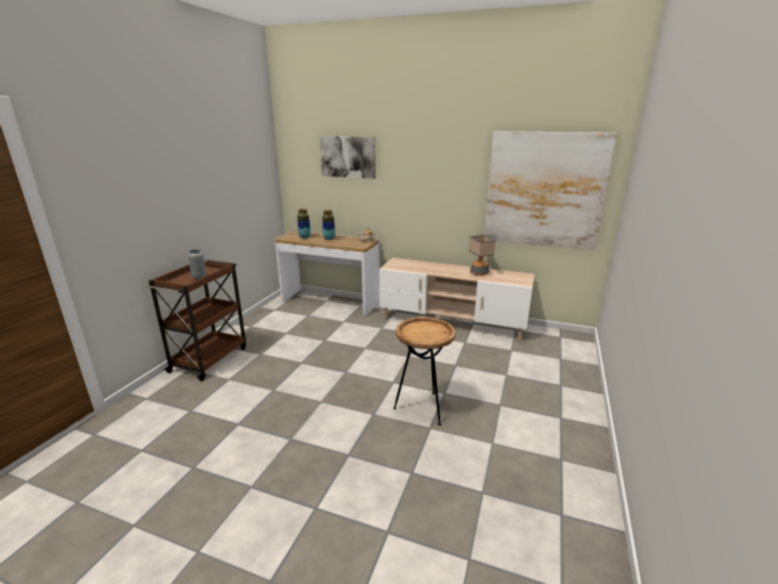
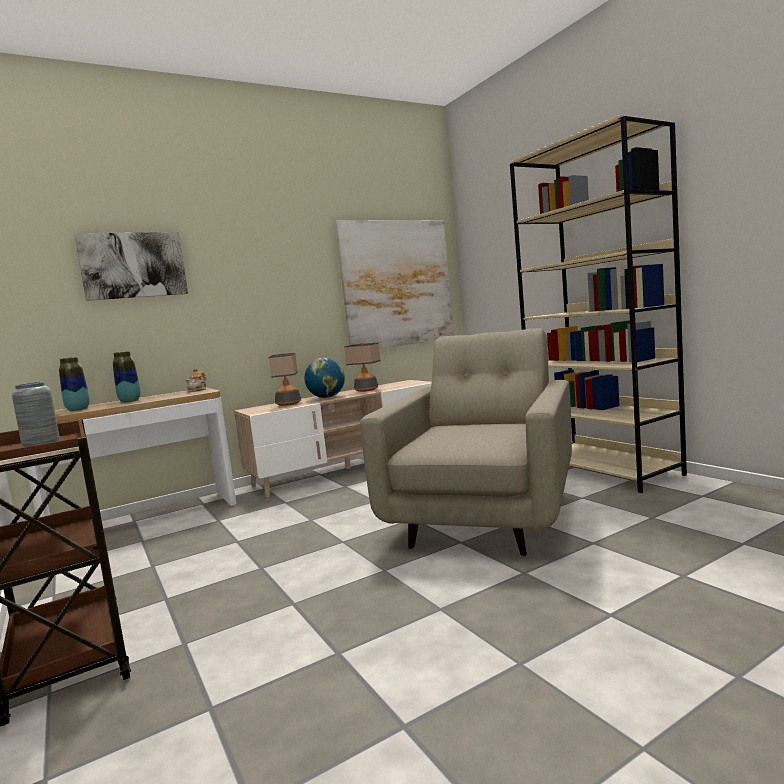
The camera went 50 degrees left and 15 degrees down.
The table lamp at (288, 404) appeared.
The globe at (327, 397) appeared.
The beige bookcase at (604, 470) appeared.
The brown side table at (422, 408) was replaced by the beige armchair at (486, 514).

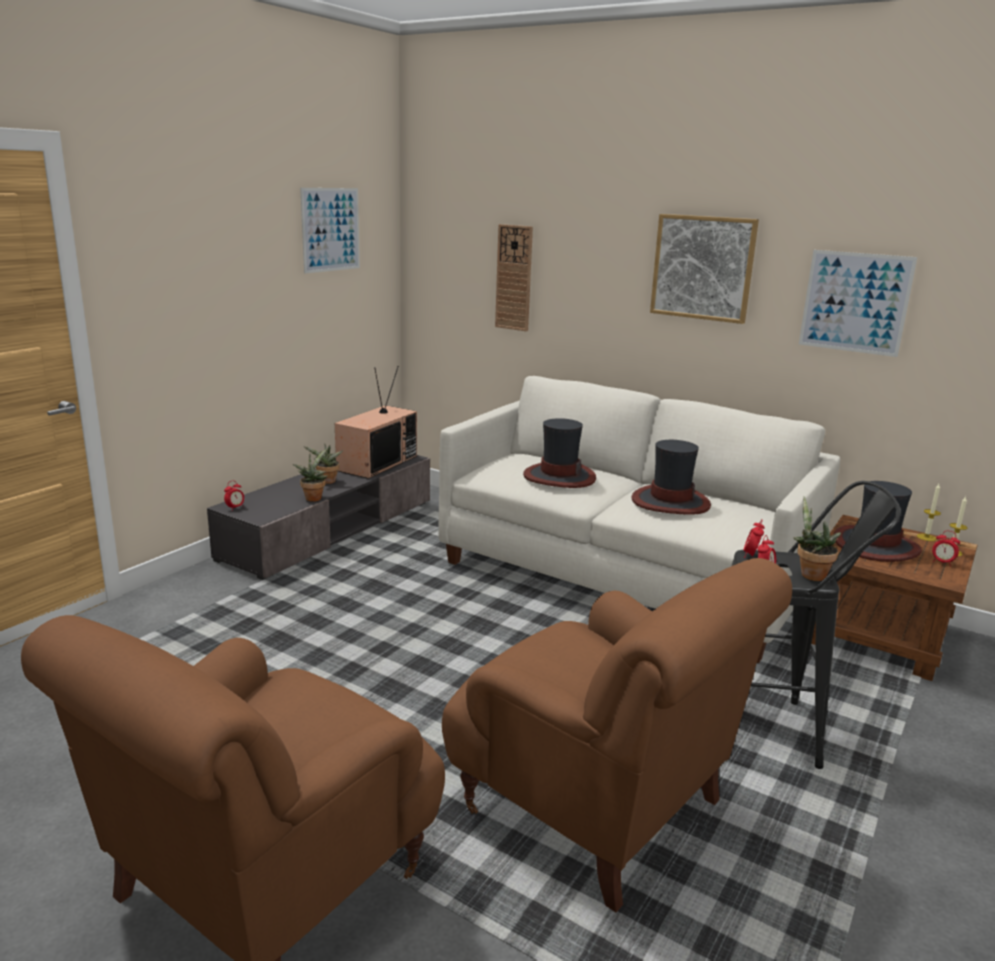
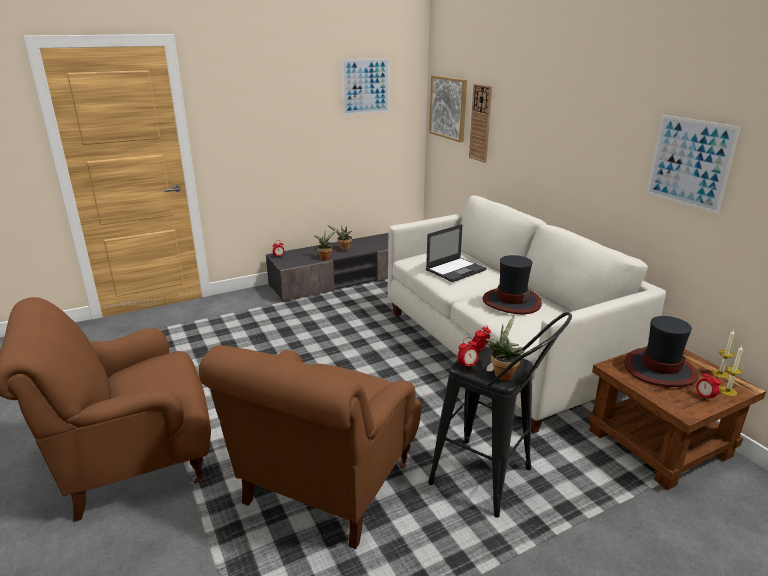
The camera went 30 degrees right and 5 degrees up.
The television at (376, 463) disappeared.
The picture moved from (703, 268) to (448, 108).
The hat at (559, 476) was replaced by the laptop at (456, 269).
The brown armchair at (597, 809) turned 45 degrees clockwise.

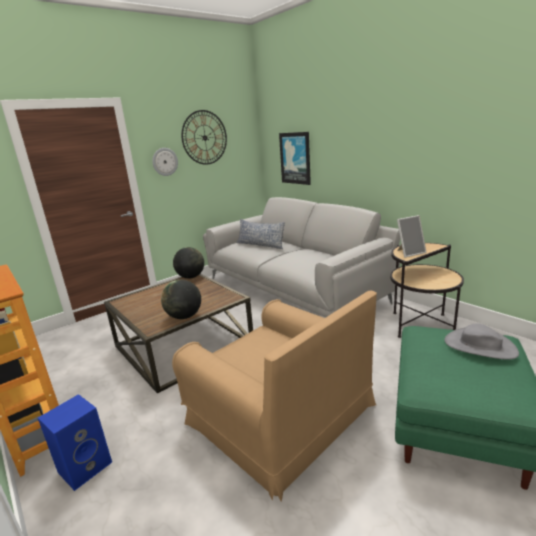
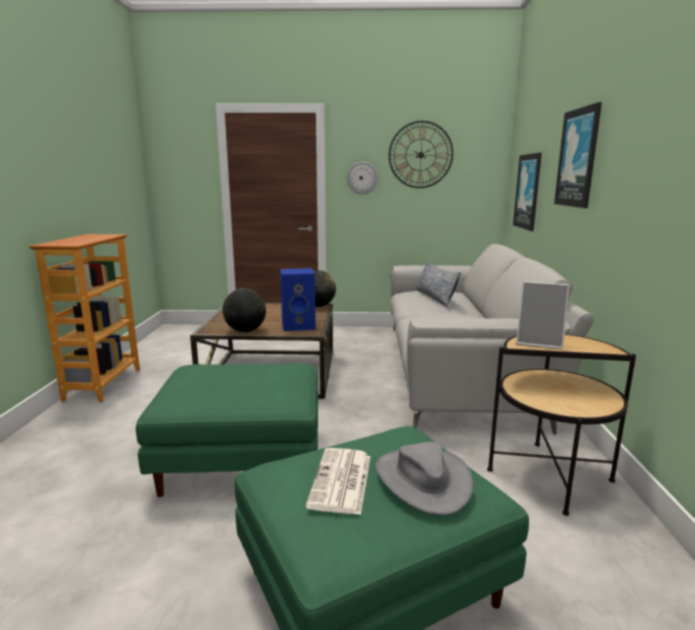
The camera went 40 degrees right and 5 degrees down.
The newspaper at (341, 481) appeared.
The picture at (578, 158) appeared.
The blue speaker moved from (85, 466) to (299, 325).
The brown armchair at (281, 414) was replaced by the green ottoman at (240, 462).

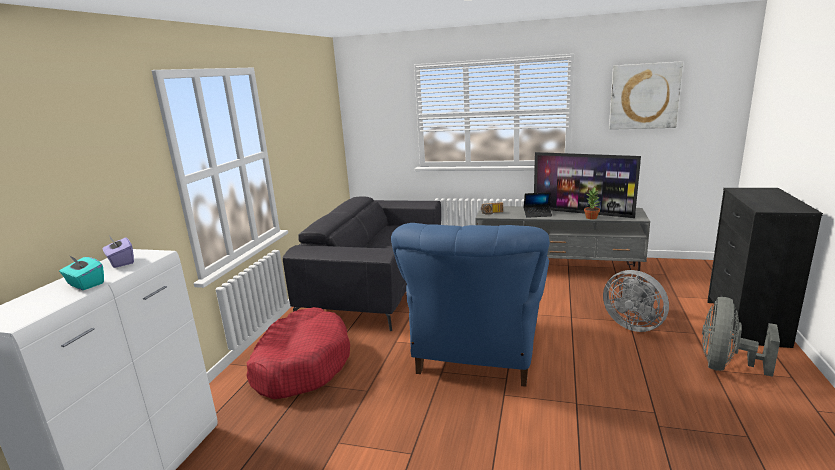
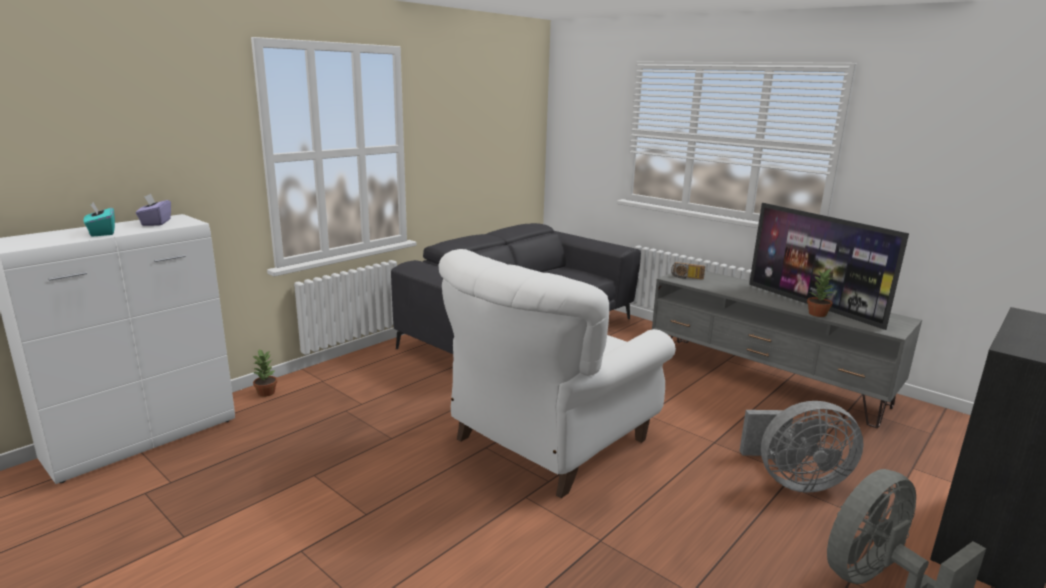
The camera went 25 degrees right and 0 degrees up.
The red dog bed at (301, 364) disappeared.
The laptop at (537, 214) disappeared.
The picture at (644, 96) disappeared.
The potted plant at (266, 392) appeared.
The blue armchair at (477, 352) became the white armchair at (548, 441).
The grey fan at (633, 325) turned 75 degrees counterclockwise.

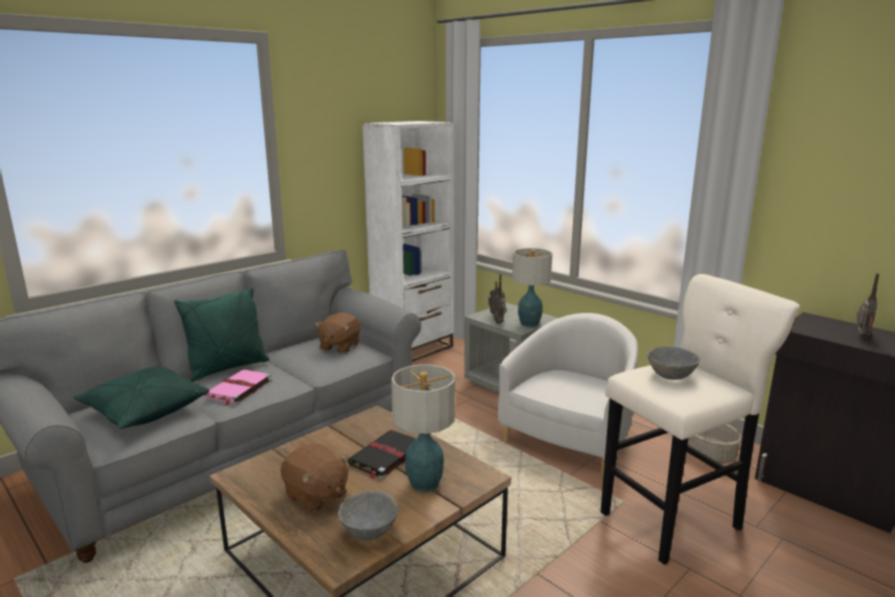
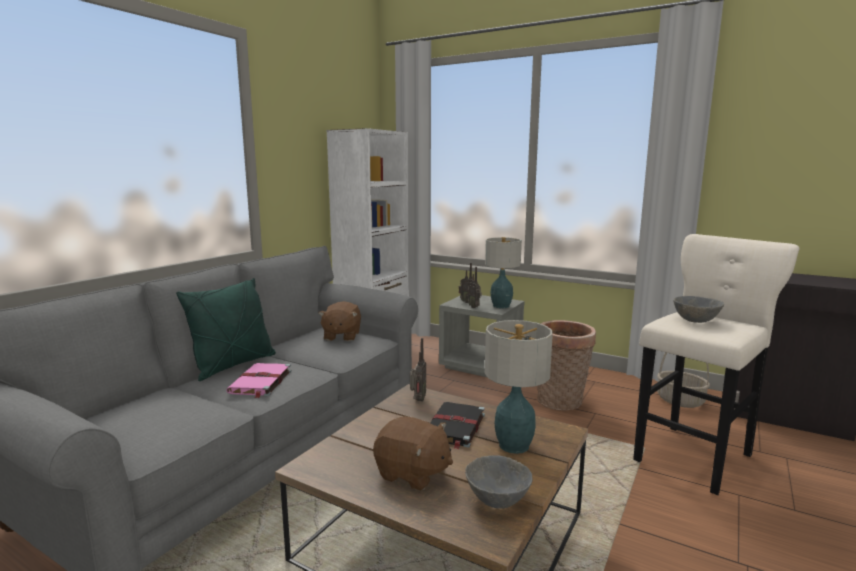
The camera went 15 degrees left and 5 degrees down.
The green pillow at (144, 411) disappeared.
The radio moved from (861, 336) to (417, 400).
The white armchair at (570, 437) was replaced by the basket at (562, 402).

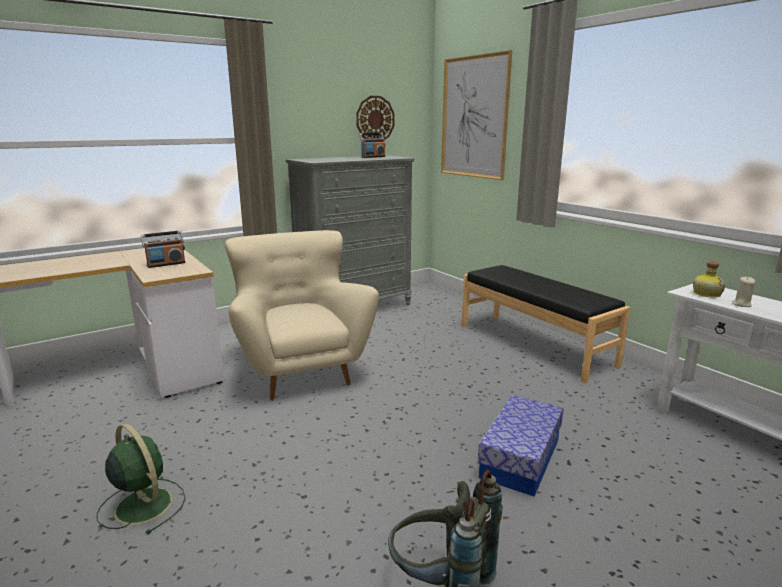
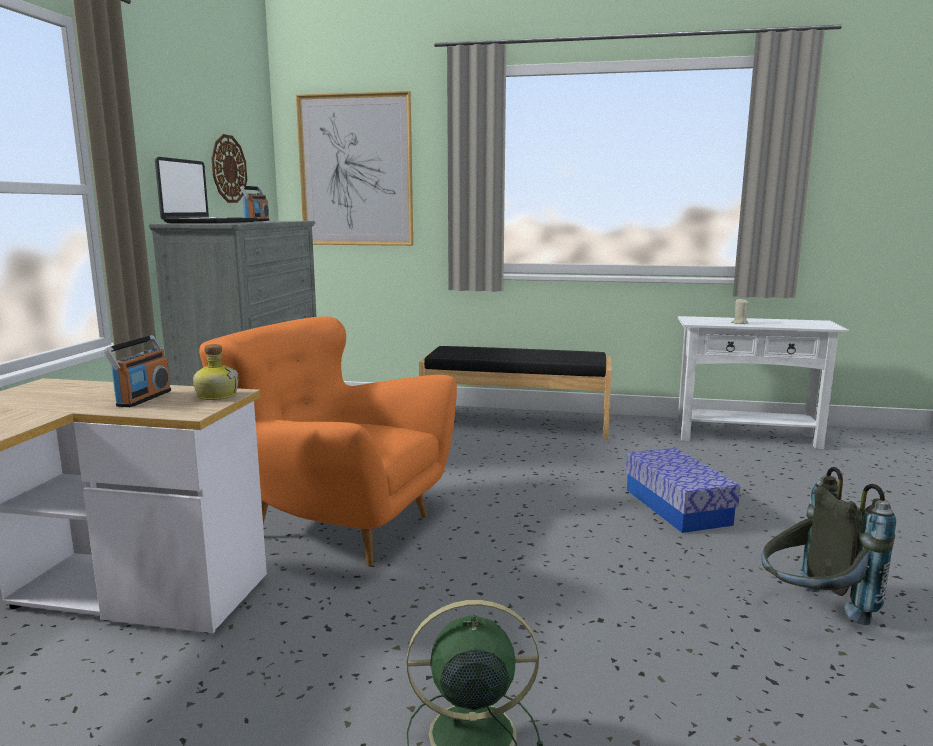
The camera went 45 degrees left and 5 degrees down.
The laptop at (209, 222) appeared.
The bottle moved from (706, 294) to (216, 395).
The beige armchair at (300, 370) became the orange armchair at (338, 526).

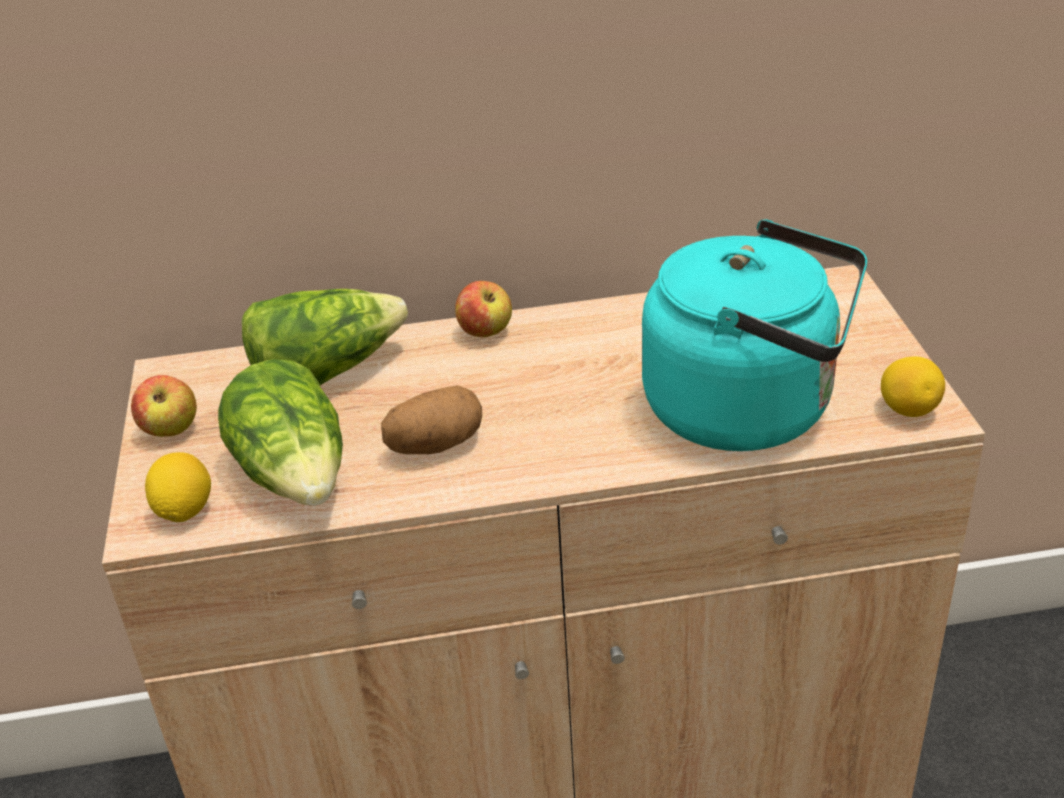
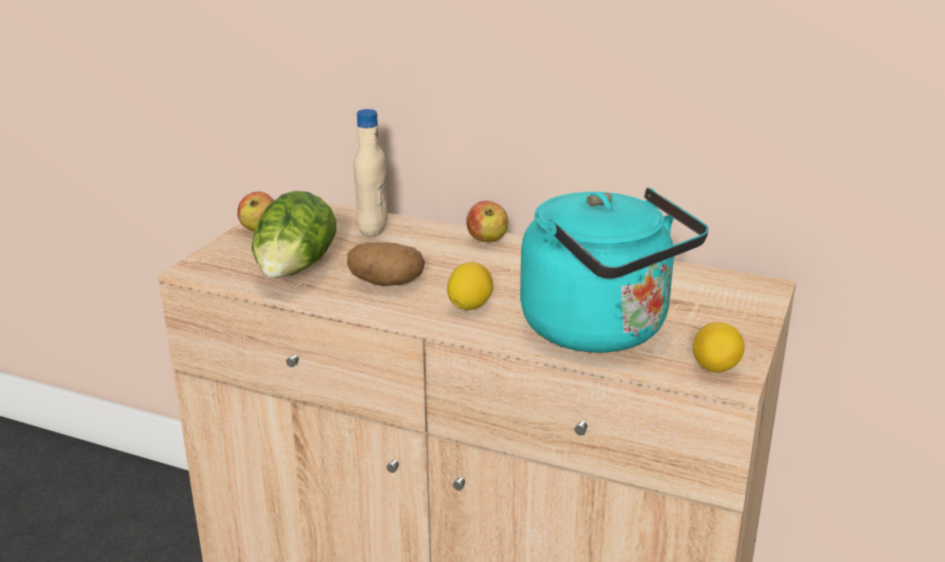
The camera went 30 degrees right and 10 degrees down.
The lemon moved from (184, 511) to (469, 306).
The lettuce at (326, 371) was replaced by the beige bottle at (372, 230).

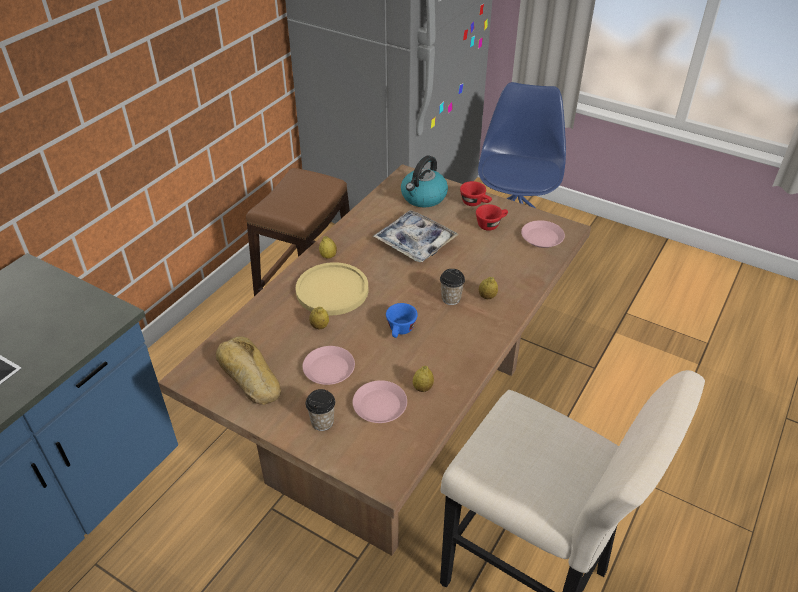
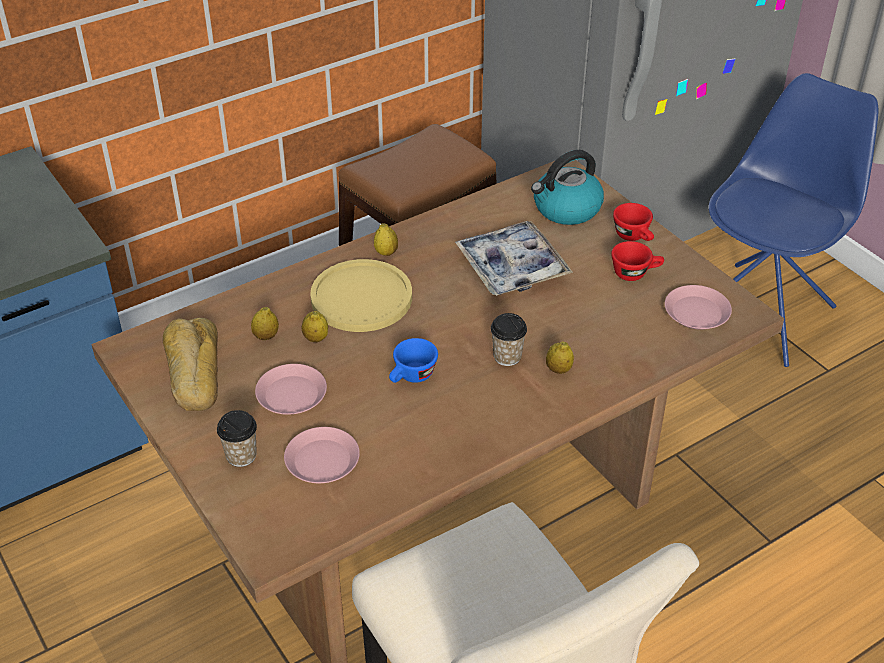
The camera went 25 degrees right and 0 degrees up.
The lemon moved from (423, 388) to (266, 336).

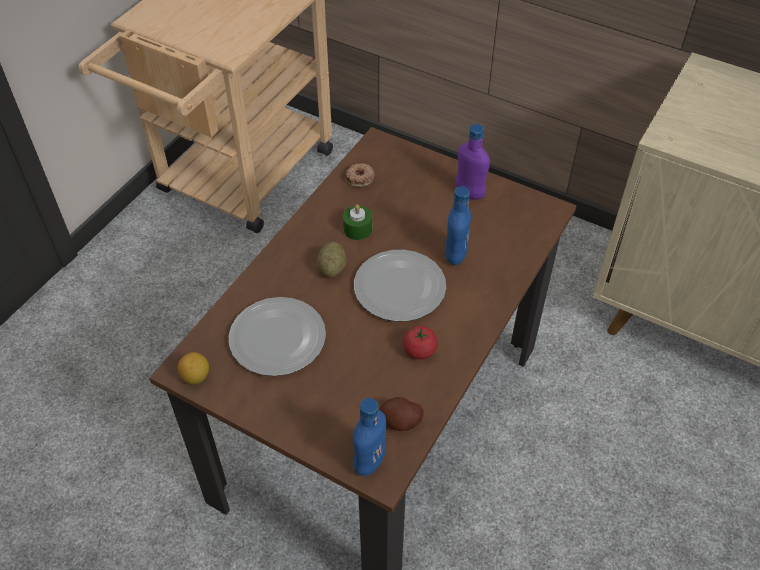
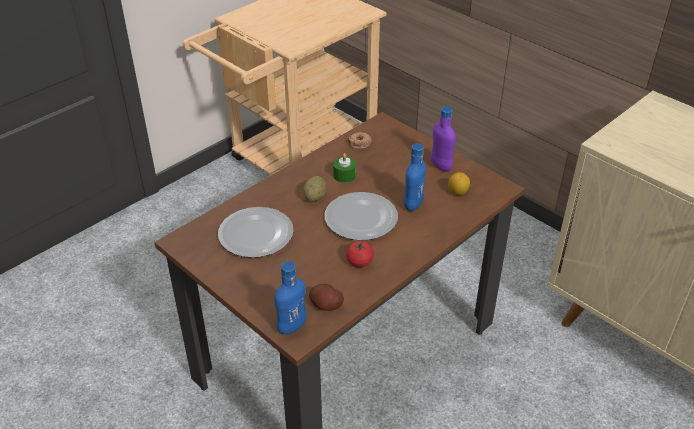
The camera went 15 degrees right and 10 degrees down.
The lemon moved from (196, 377) to (458, 192).

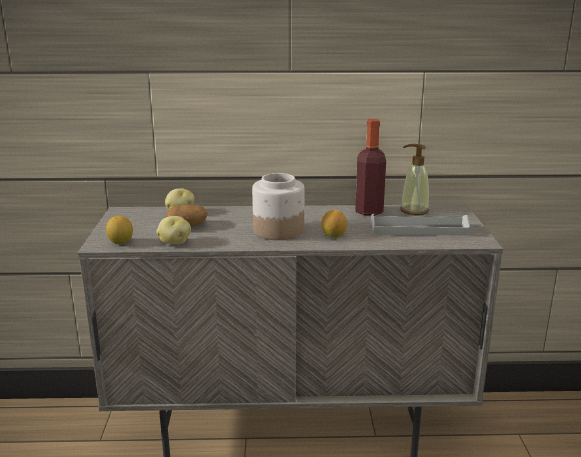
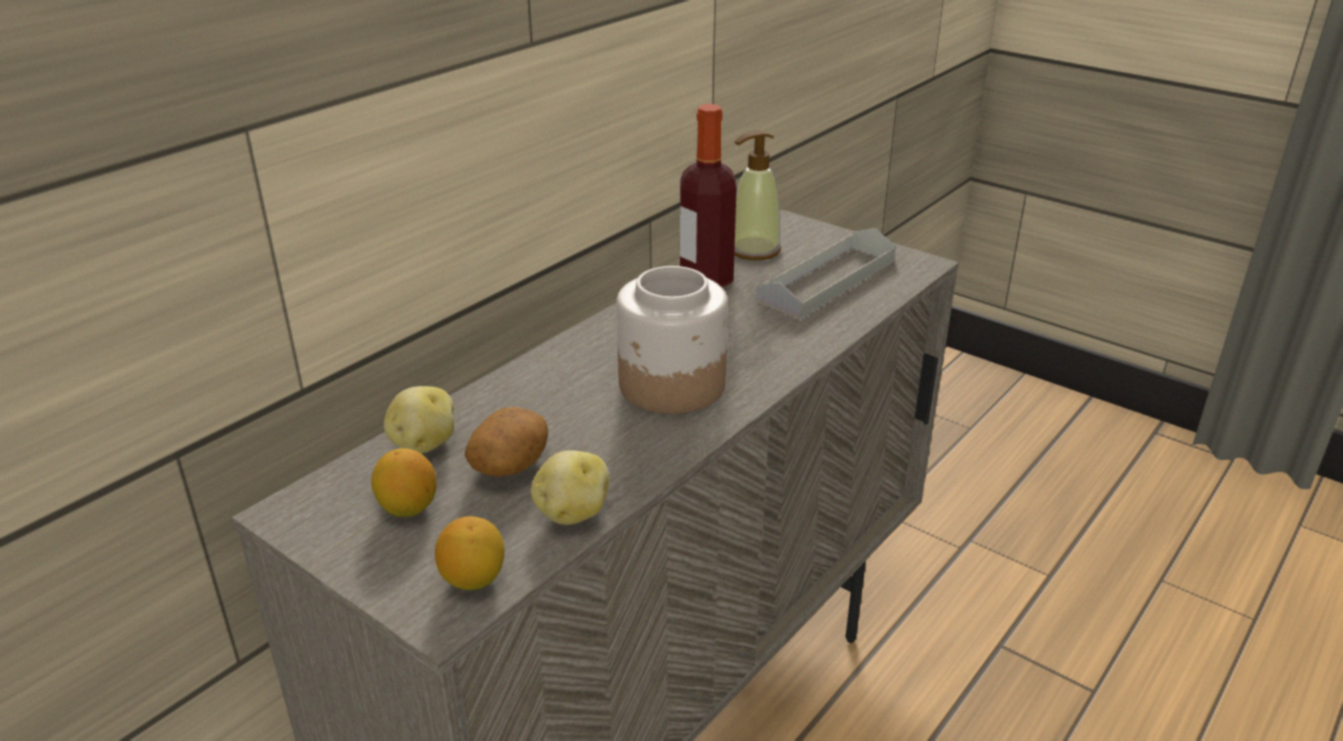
The camera went 50 degrees left and 10 degrees up.
The lemon moved from (333, 236) to (407, 508).

